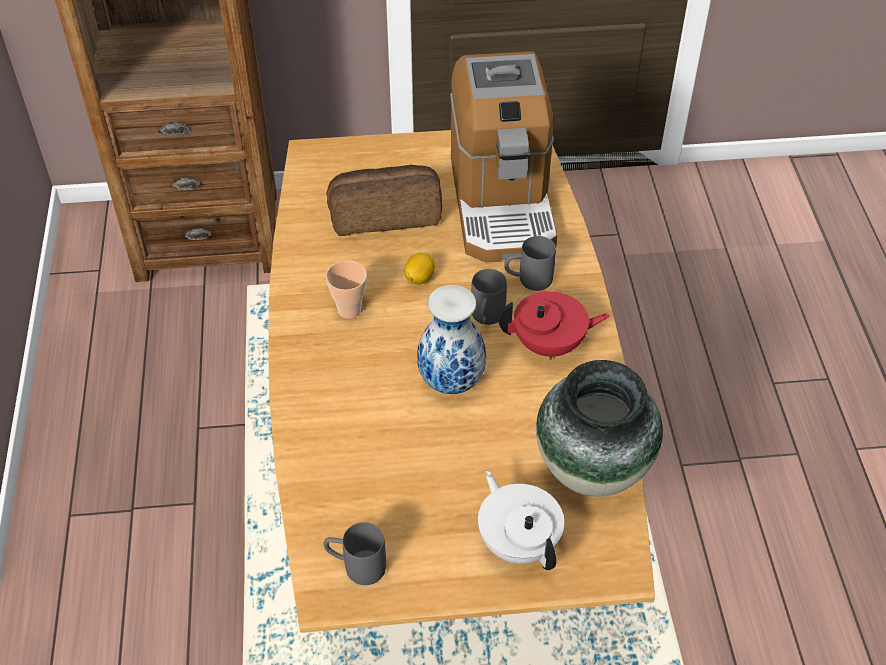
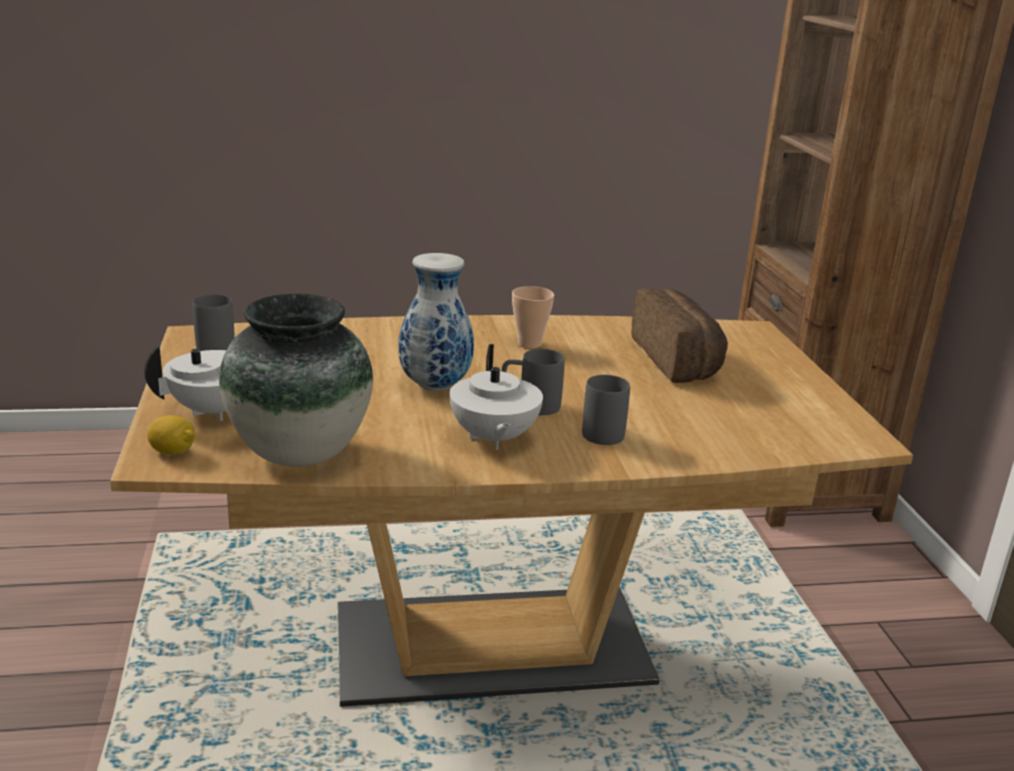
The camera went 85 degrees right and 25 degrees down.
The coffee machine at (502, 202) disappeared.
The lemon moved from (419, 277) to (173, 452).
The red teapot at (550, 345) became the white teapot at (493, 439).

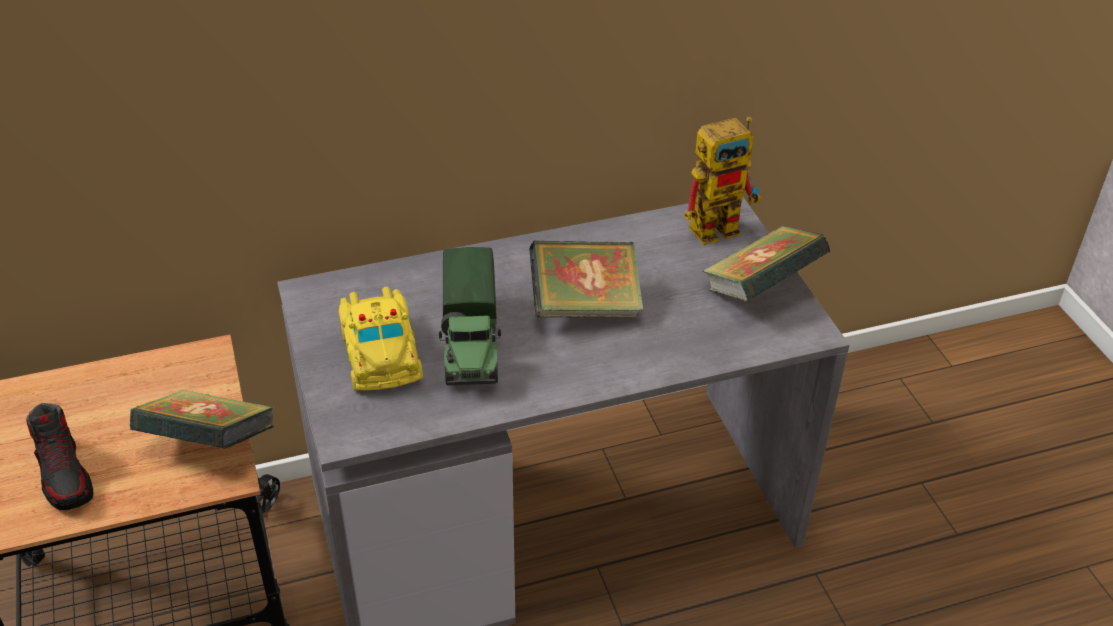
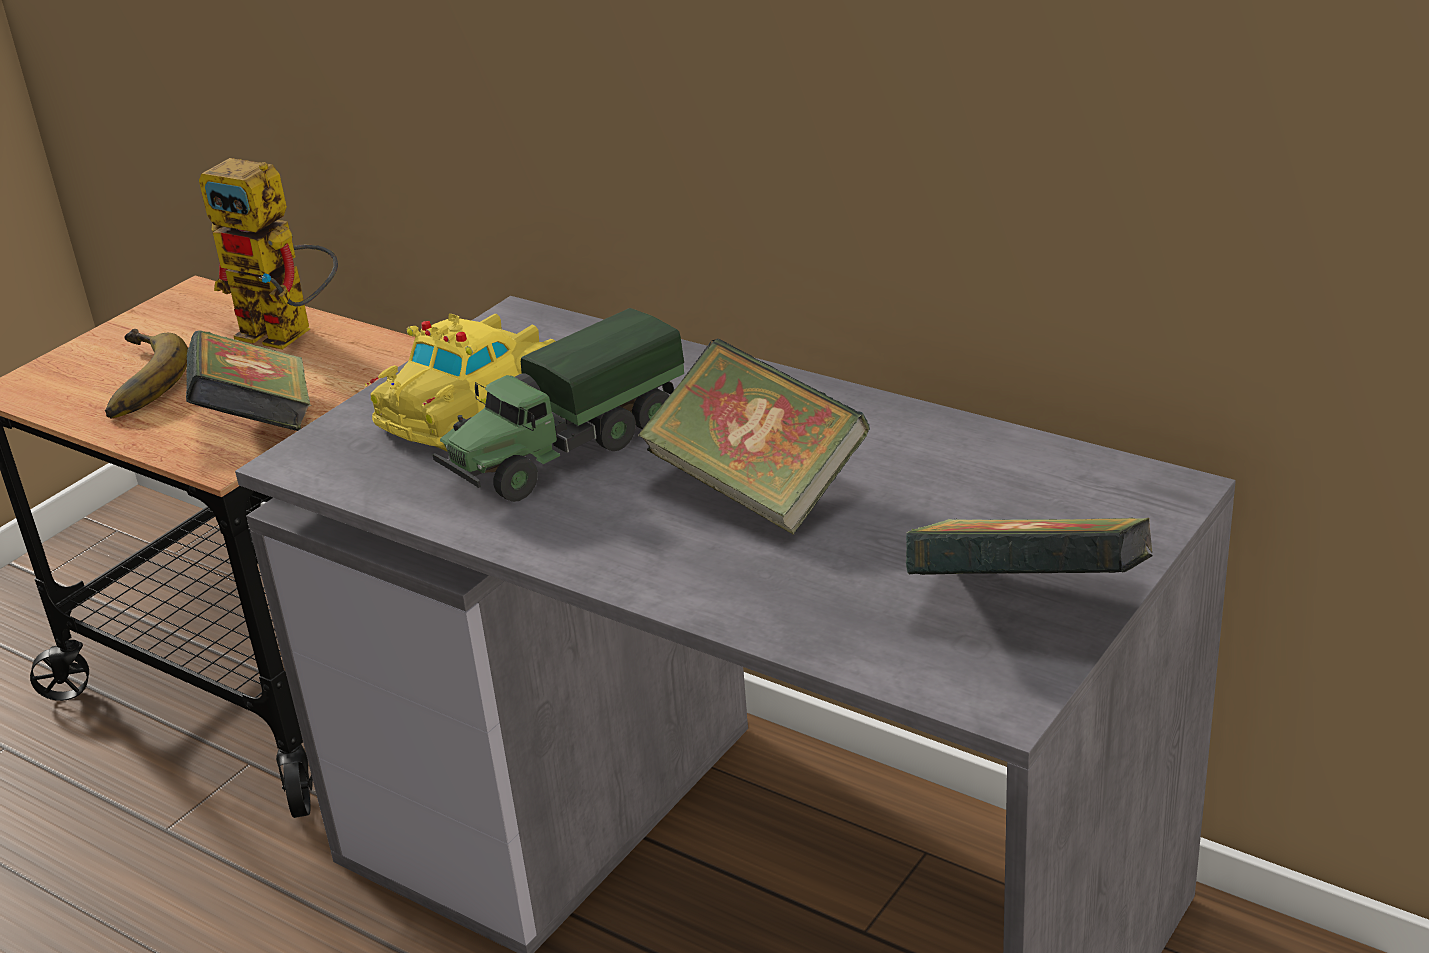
The camera went 55 degrees right and 10 degrees down.
The toy robot moved from (722, 225) to (290, 333).
The shoe at (65, 475) was replaced by the banana at (132, 383).

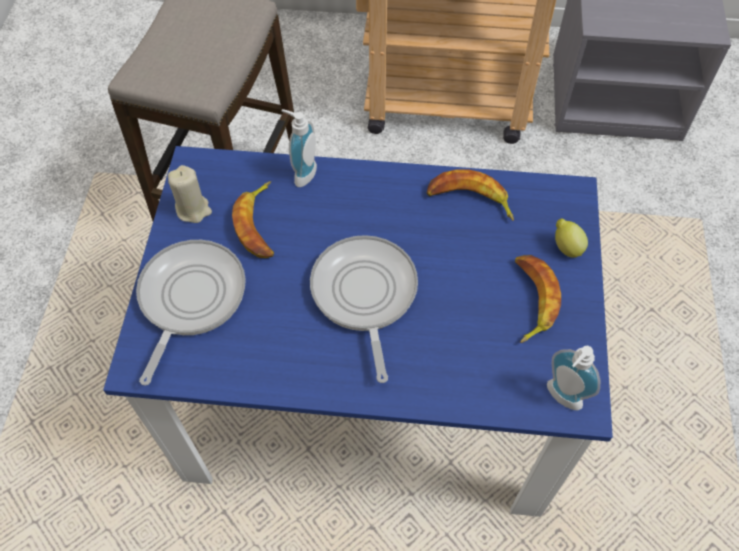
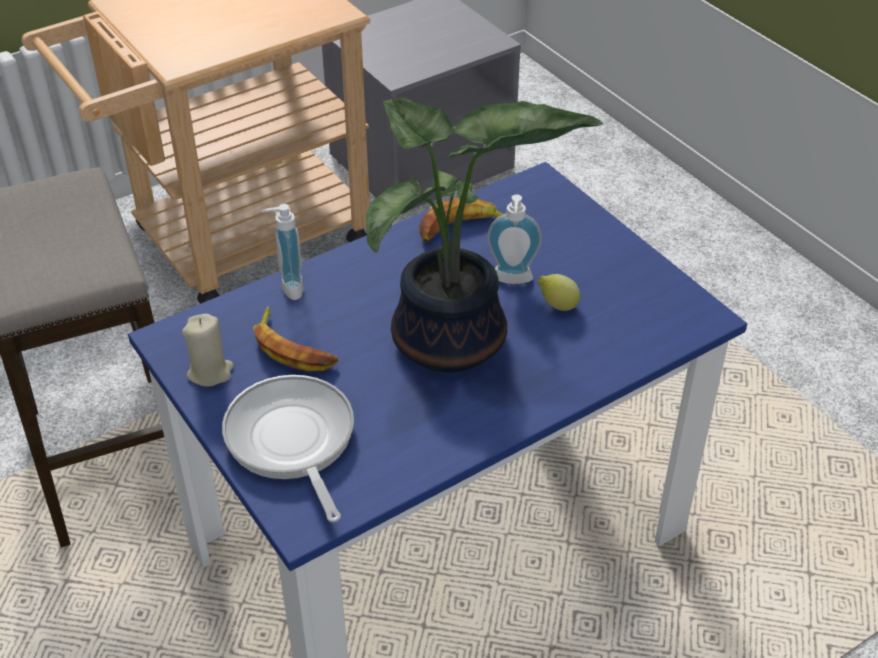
The camera went 40 degrees left and 15 degrees down.
The banana at (530, 300) disappeared.
The soap dispenser moved from (561, 398) to (512, 280).
The lemon moved from (566, 247) to (557, 306).
The frying pan at (364, 295) was replaced by the potted plant at (452, 344).

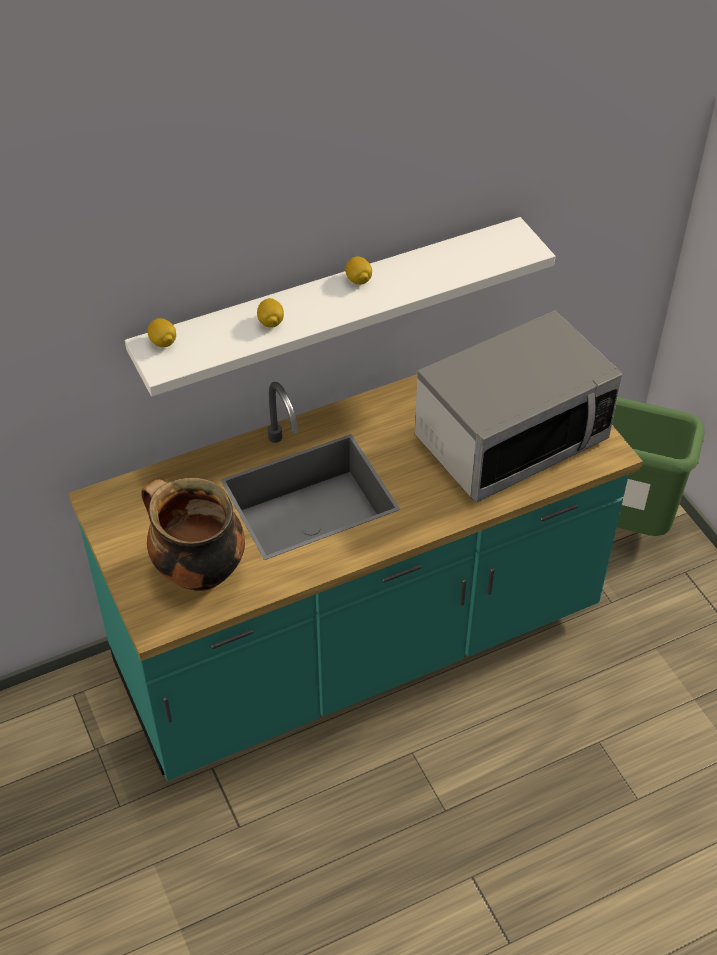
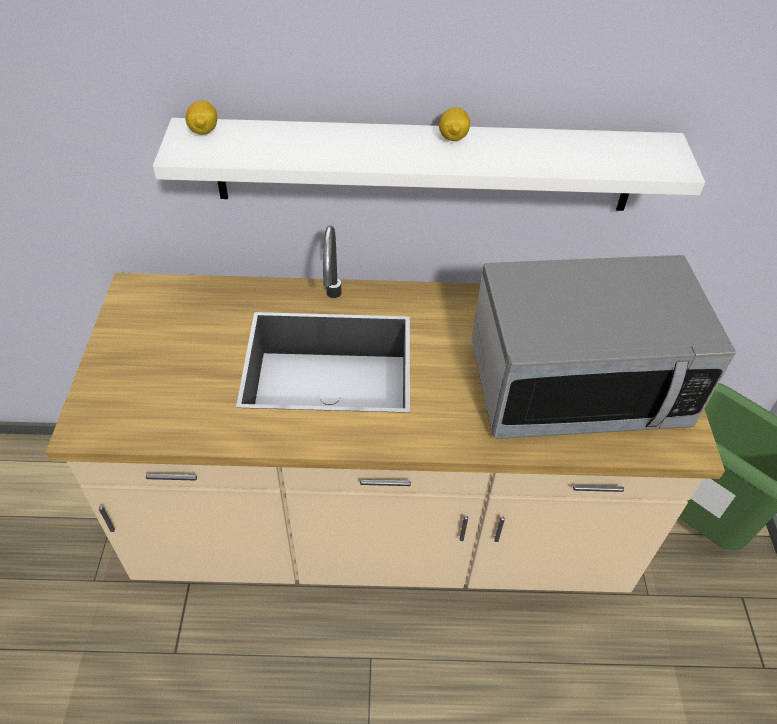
The camera went 25 degrees right and 0 degrees up.
The cooking pot at (197, 572) disappeared.
The lemon at (270, 322) disappeared.
The turquoise counter at (358, 643) became the beige counter at (382, 525).

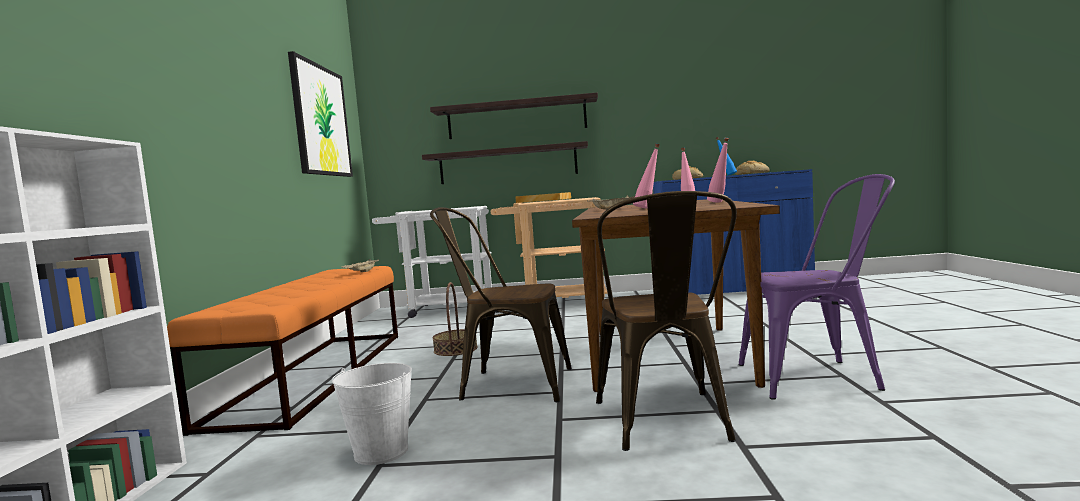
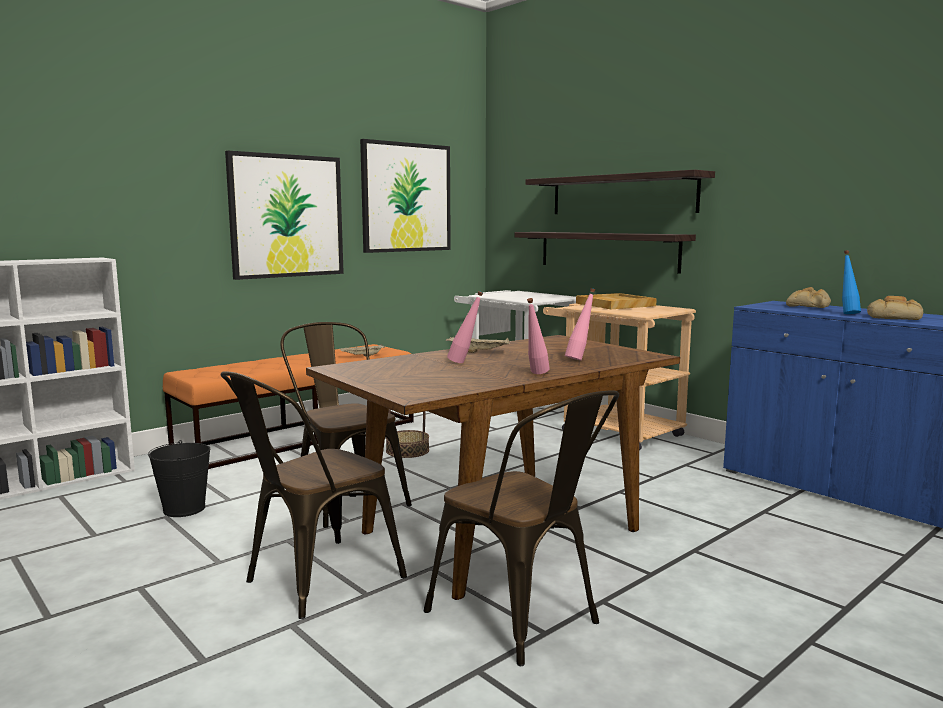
The camera went 45 degrees right and 5 degrees up.
The picture at (286, 216) appeared.
The white bucket at (381, 452) became the black bucket at (184, 509).
The purple chair at (818, 377) became the brown chair at (523, 620).

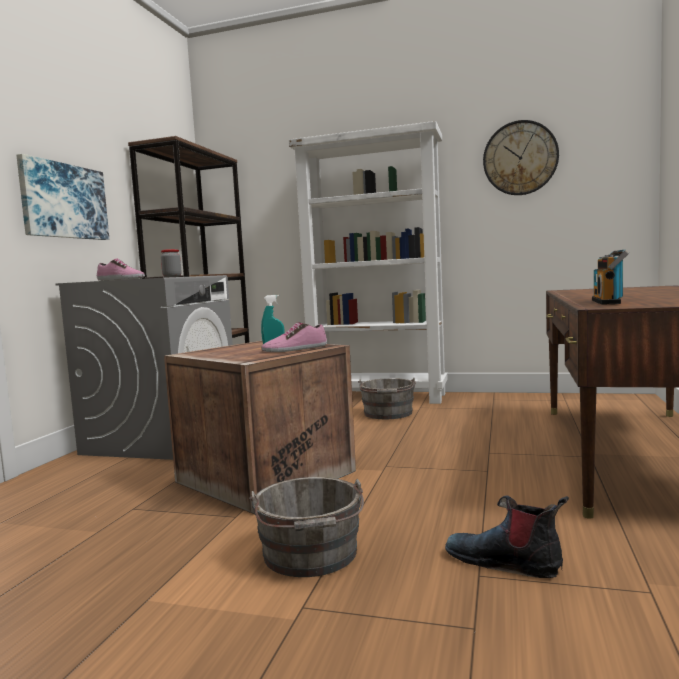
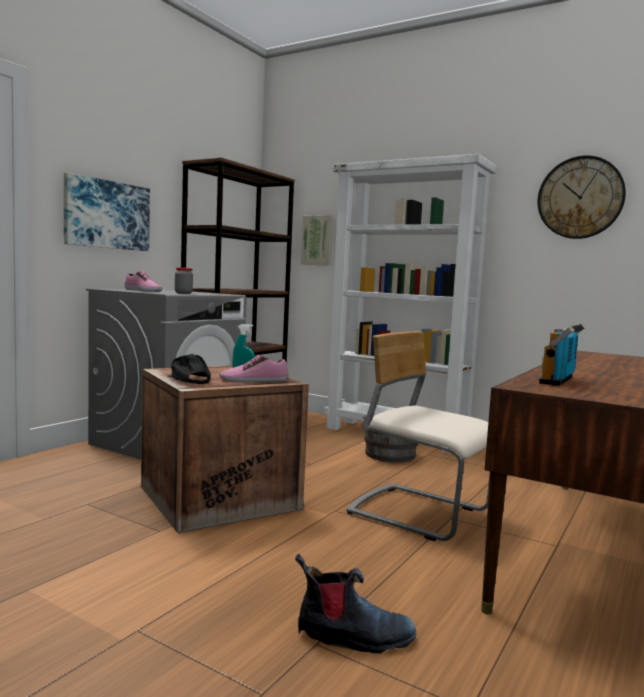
The camera went 15 degrees right and 0 degrees up.
The grey bucket at (311, 556) disappeared.
The black cap at (189, 379) appeared.
The picture at (317, 240) appeared.
The beige chair at (419, 513) appeared.
The boot at (505, 562) turned 135 degrees clockwise.

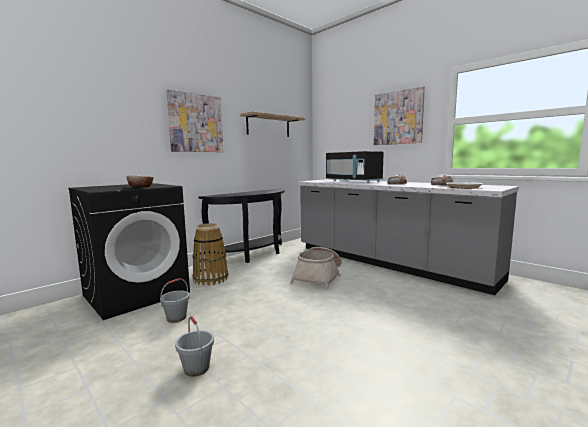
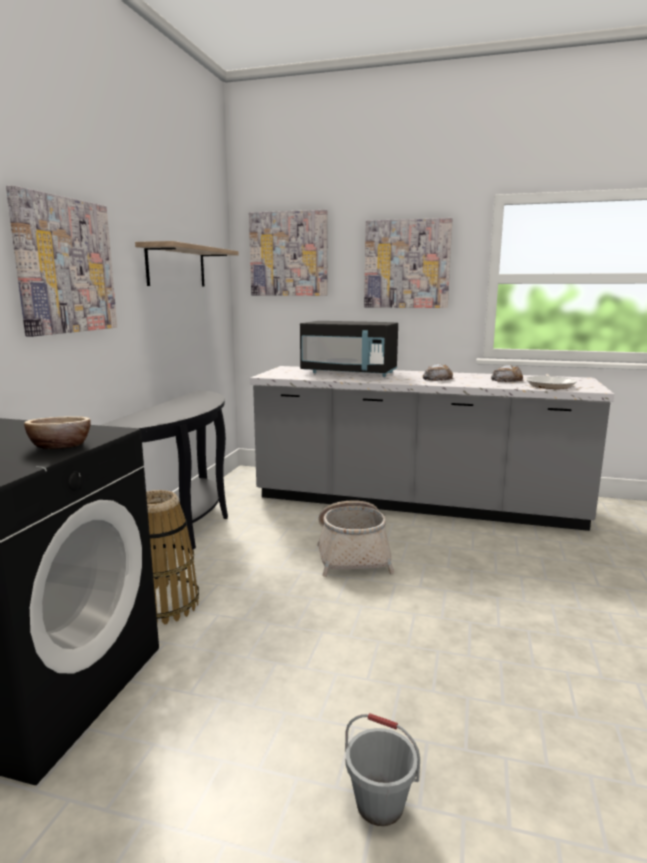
The camera went 30 degrees left and 5 degrees up.
The grey bucket at (176, 317) disappeared.
The picture at (289, 254) appeared.

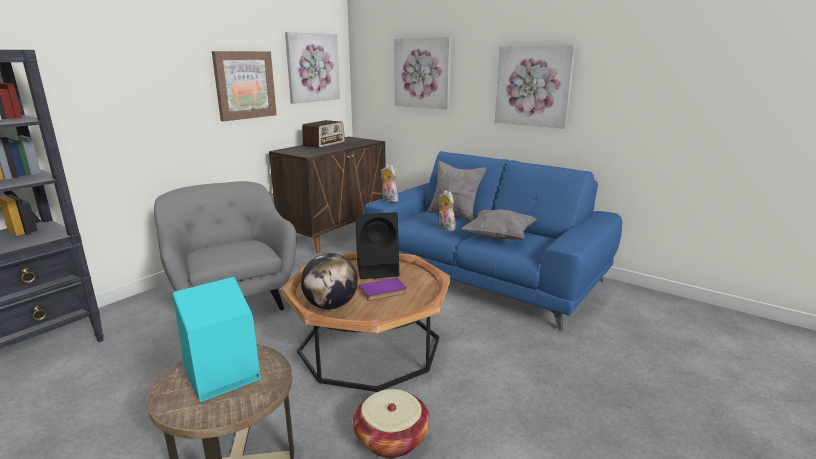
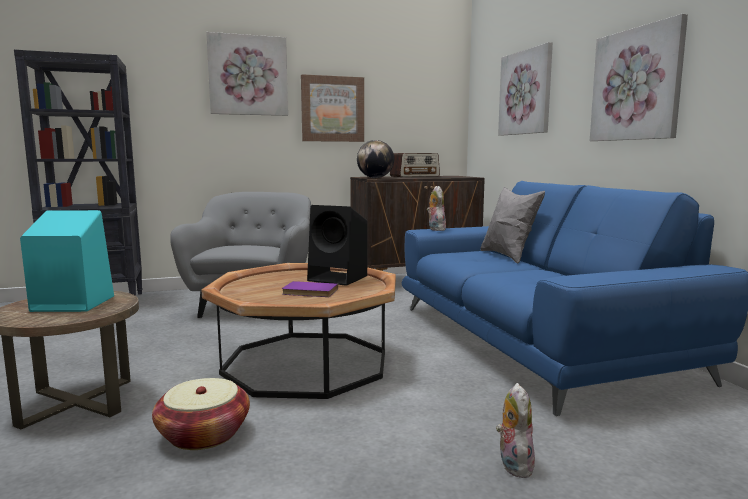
The camera went 35 degrees right and 10 degrees down.
The grey pillow at (499, 237) disappeared.
The picture moved from (312, 67) to (248, 75).
The globe moved from (331, 305) to (375, 178).
The plush toy moved from (445, 228) to (513, 464).

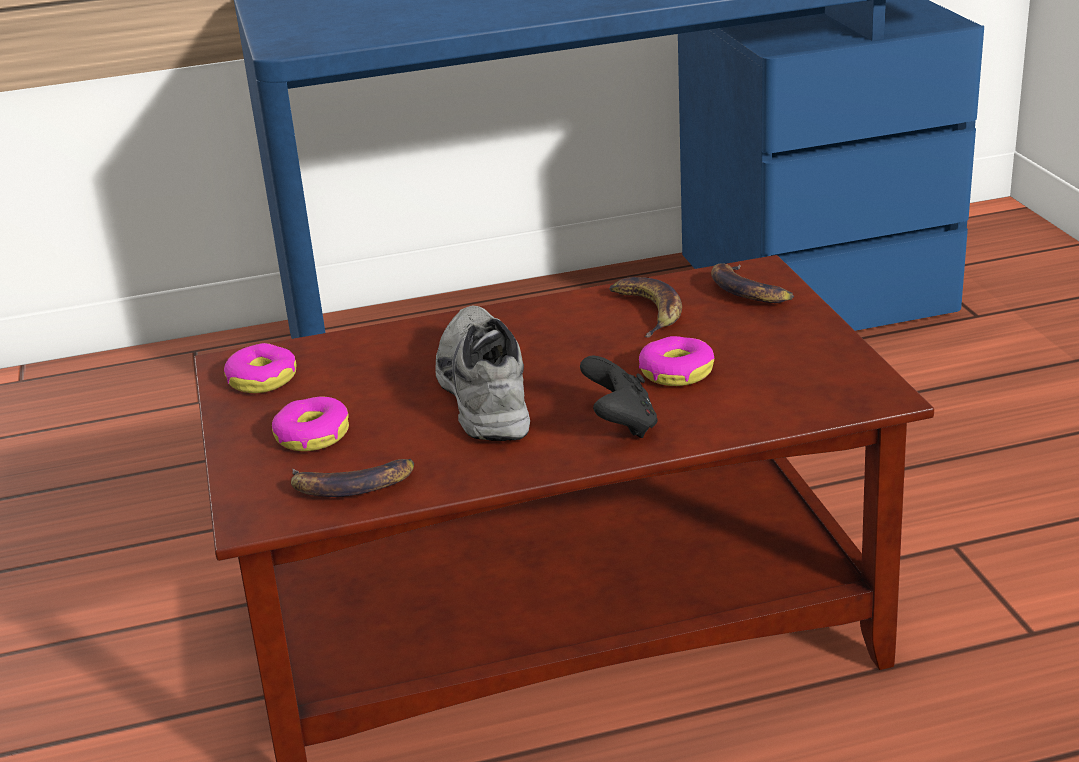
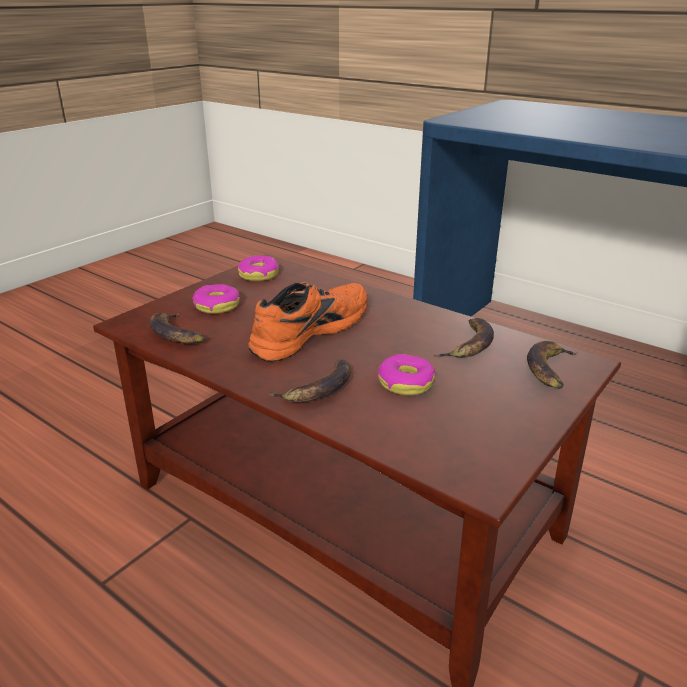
The camera went 50 degrees right and 0 degrees up.
The black game controller at (621, 425) was replaced by the banana at (318, 388).
The grey shoe at (480, 391) became the orange shoe at (308, 330).

